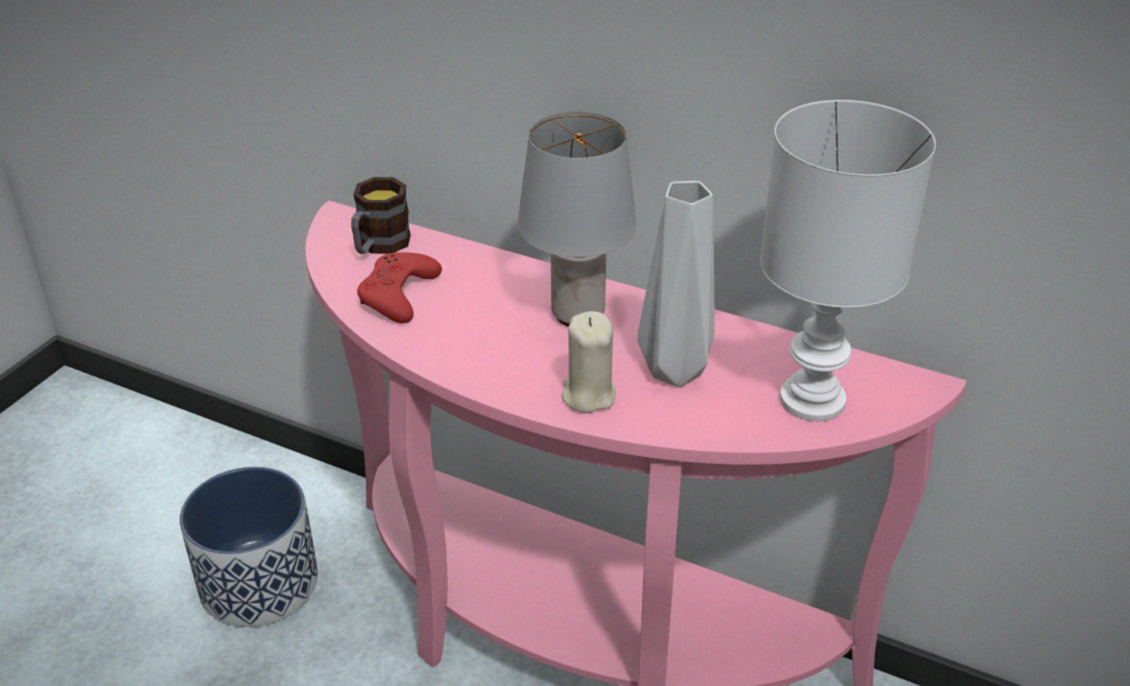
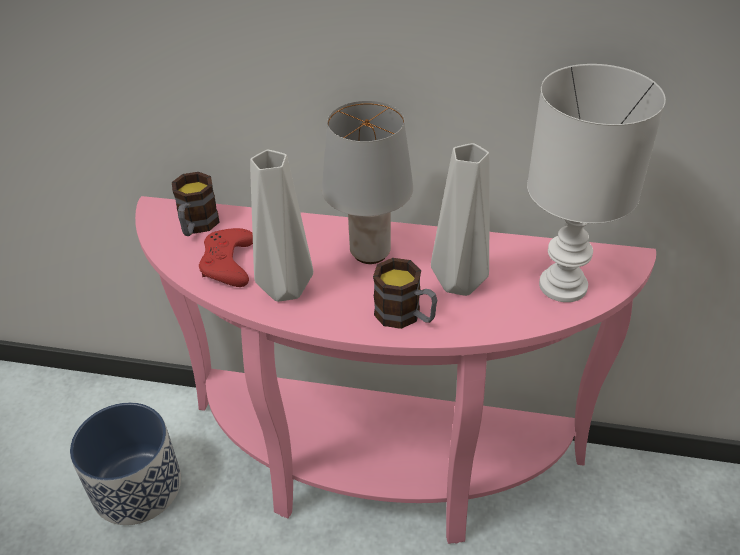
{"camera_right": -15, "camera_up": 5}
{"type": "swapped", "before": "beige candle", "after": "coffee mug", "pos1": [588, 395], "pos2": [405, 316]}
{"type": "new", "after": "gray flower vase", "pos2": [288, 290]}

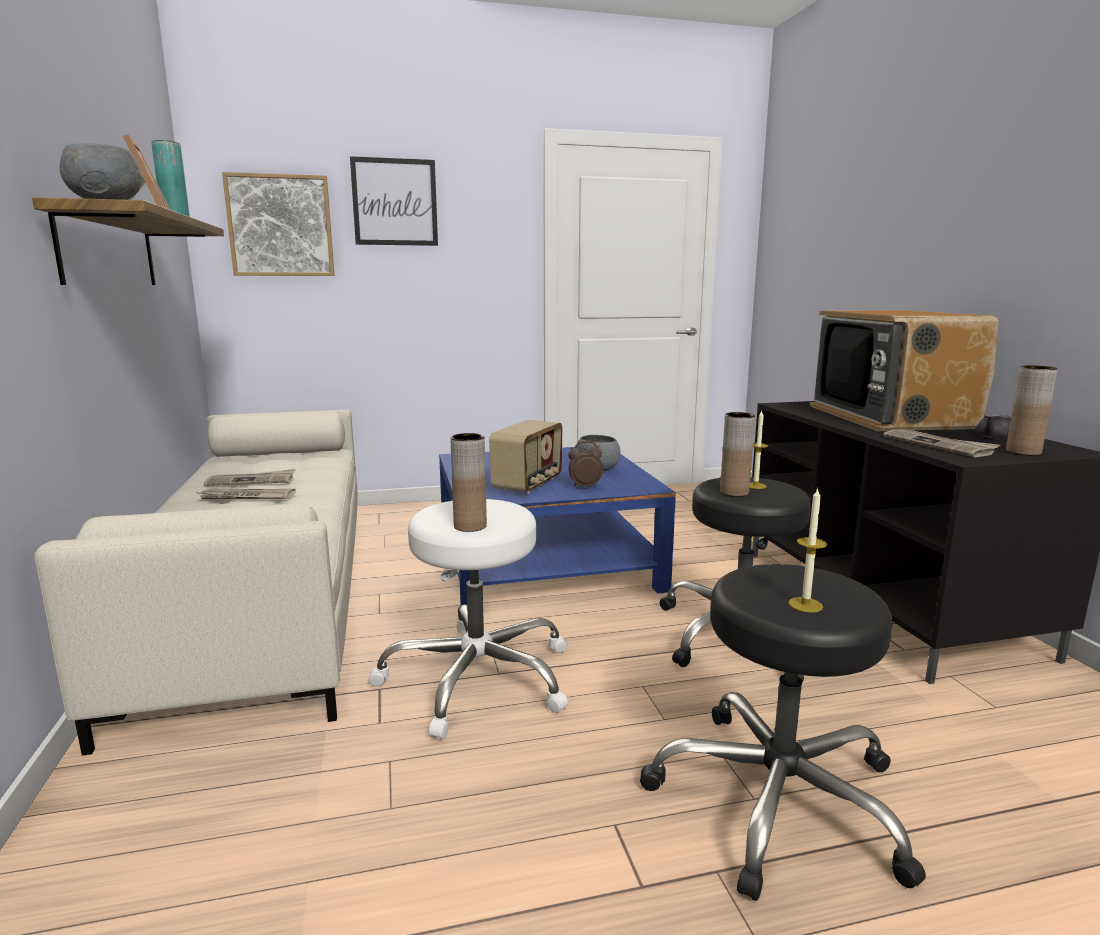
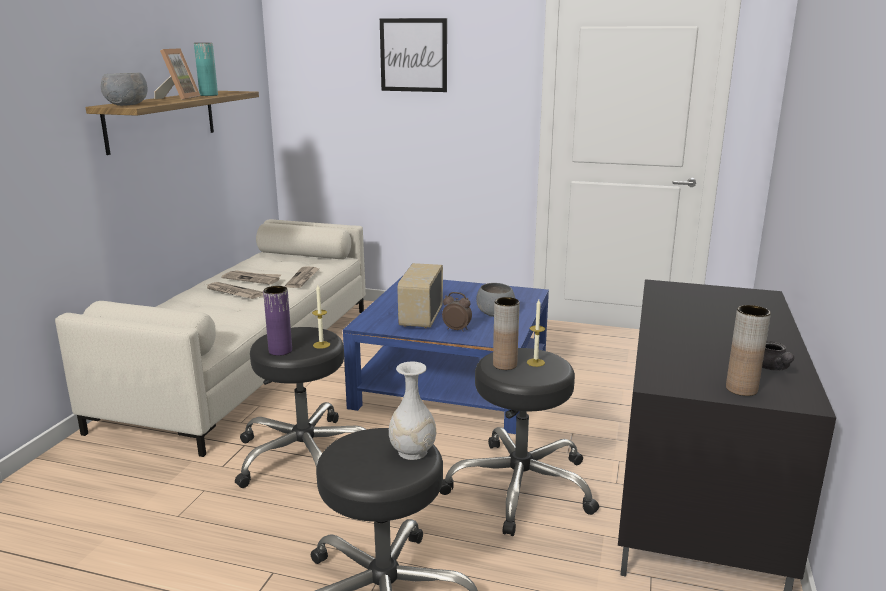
{"camera_right": 30, "camera_up": 5}
{"type": "gone", "before": "wall art", "pos1": [280, 226]}
{"type": "gone", "before": "television", "pos1": [889, 417]}
{"type": "rotated", "before": "radio receiver", "pos1": [528, 484], "pos2": [420, 318], "turn": 135}
{"type": "shifted", "before": "printed paper", "pos1": [939, 445], "pos2": [303, 279]}
{"type": "repainted", "before": "brownish flower vase", "after": "purple flower vase", "pos1": [470, 526], "pos2": [280, 351]}
{"type": "shifted", "before": "candle", "pos1": [805, 605], "pos2": [321, 345]}
{"type": "repainted", "before": "whitish sitting stool", "after": "blackish sitting stool", "pos1": [478, 677], "pos2": [305, 456]}
{"type": "new", "after": "whitish flower vase", "pos2": [412, 452]}

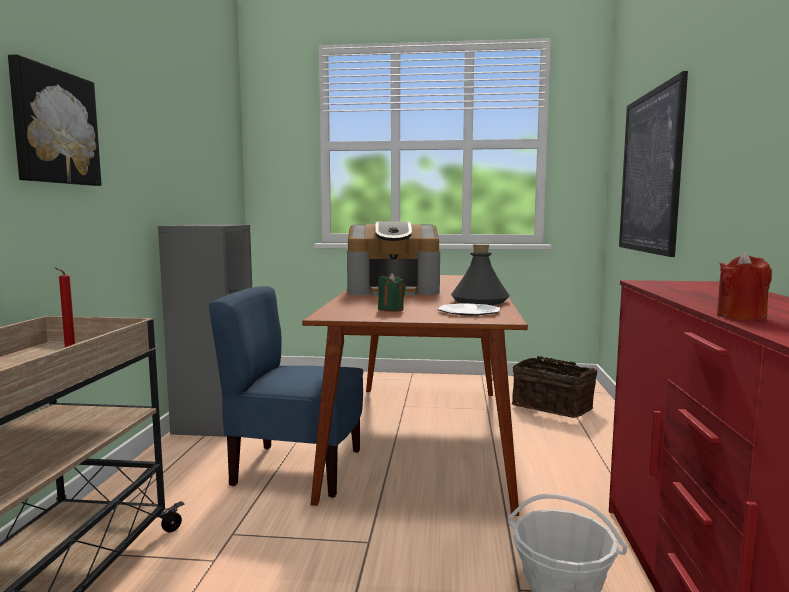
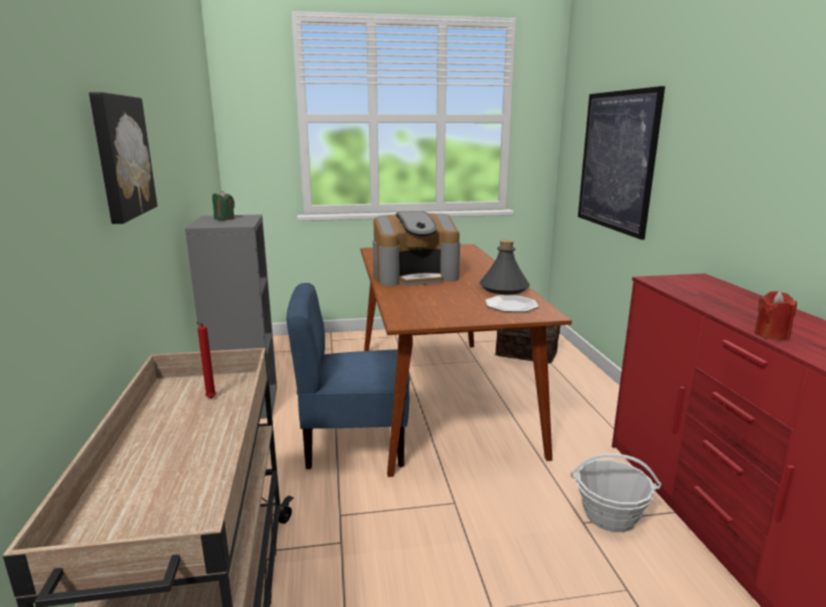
{"camera_right": -15, "camera_up": 10}
{"type": "shifted", "before": "green-coloured candle", "pos1": [391, 309], "pos2": [224, 218]}

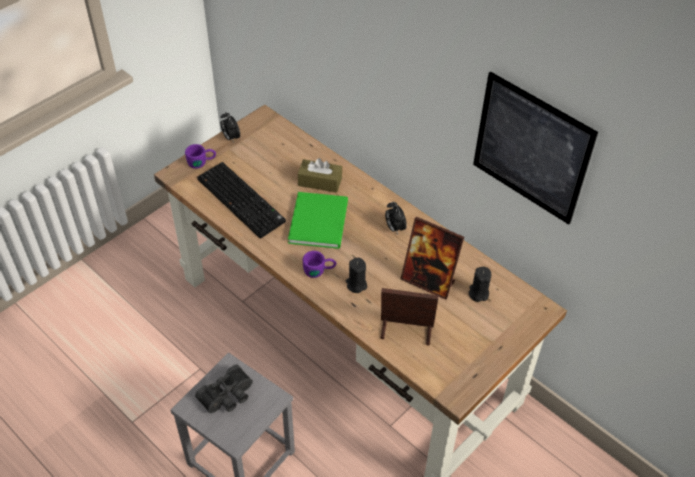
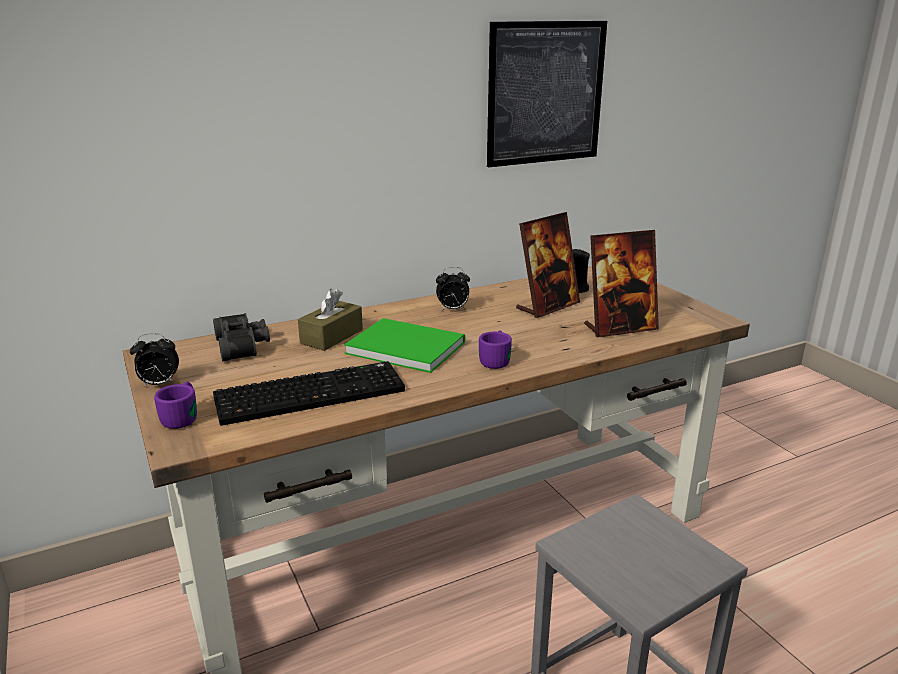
{"camera_right": -70, "camera_up": -25}
{"type": "gone", "before": "blackish candle", "pos1": [356, 284]}
{"type": "rotated", "before": "standing frame", "pos1": [406, 331], "pos2": [620, 328], "turn": -135}
{"type": "shifted", "before": "blackish binoculars", "pos1": [228, 396], "pos2": [243, 346]}

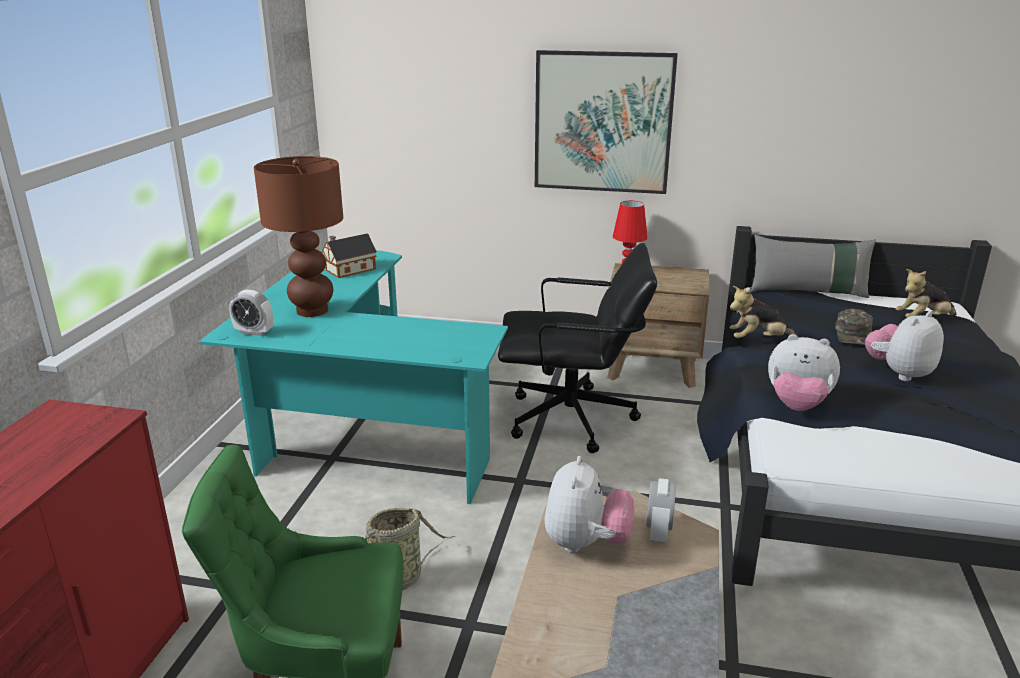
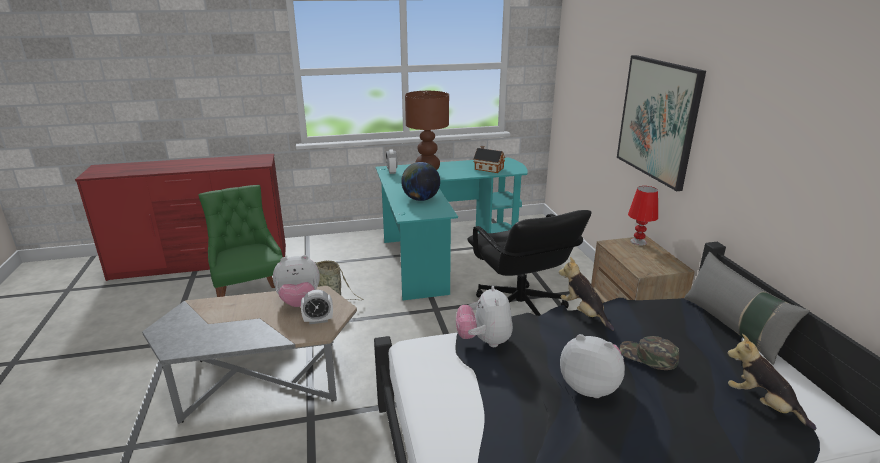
{"camera_right": 65, "camera_up": 0}
{"type": "rotated", "before": "green-coloured peaked cap", "pos1": [854, 334], "pos2": [648, 356], "turn": 45}
{"type": "new", "after": "desk globe", "pos2": [420, 199]}

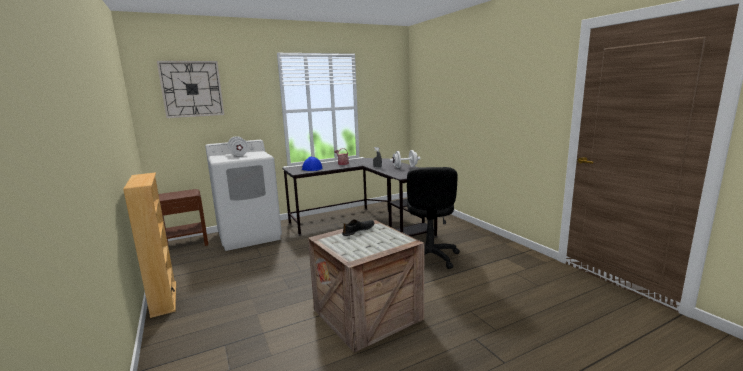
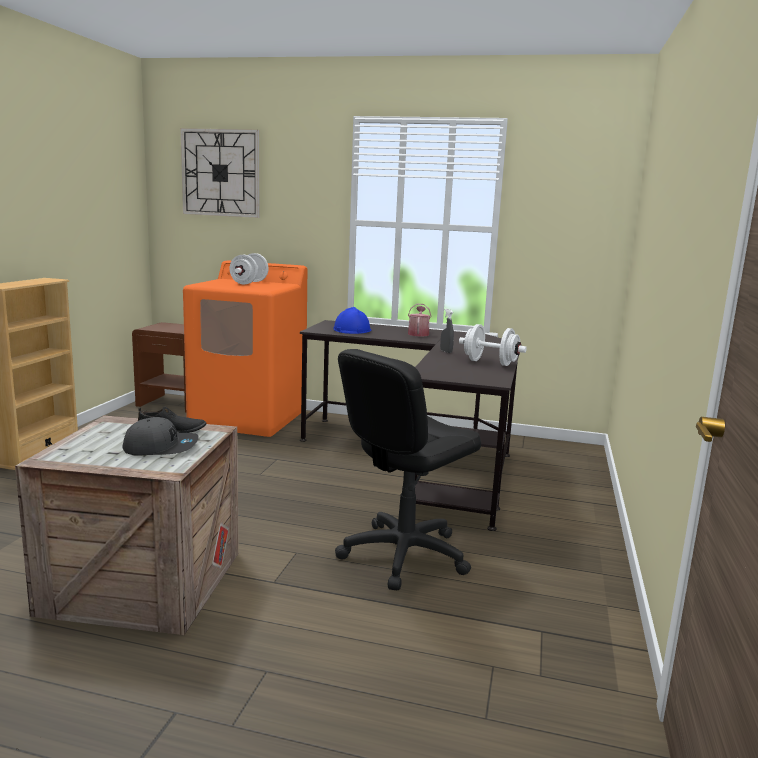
{"camera_right": 40, "camera_up": 0}
{"type": "repainted", "before": "whitish laundry appliance", "after": "orange laundry appliance", "pos1": [249, 236], "pos2": [249, 418]}
{"type": "new", "after": "gray peaked cap", "pos2": [161, 447]}

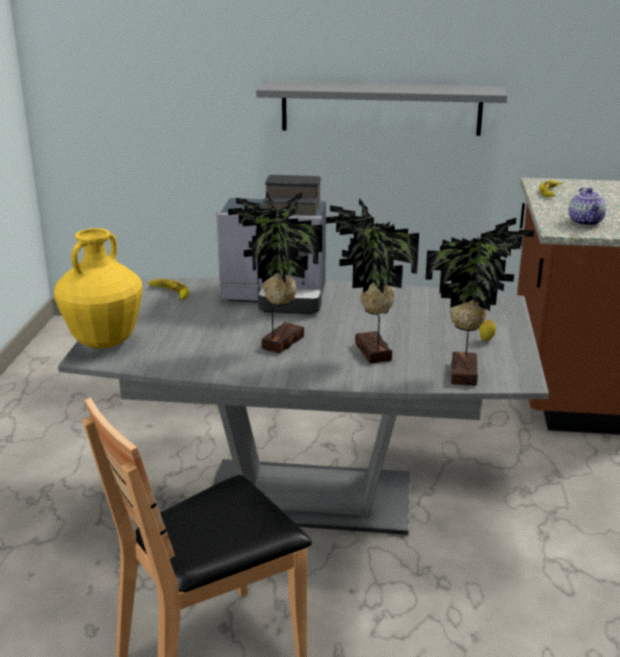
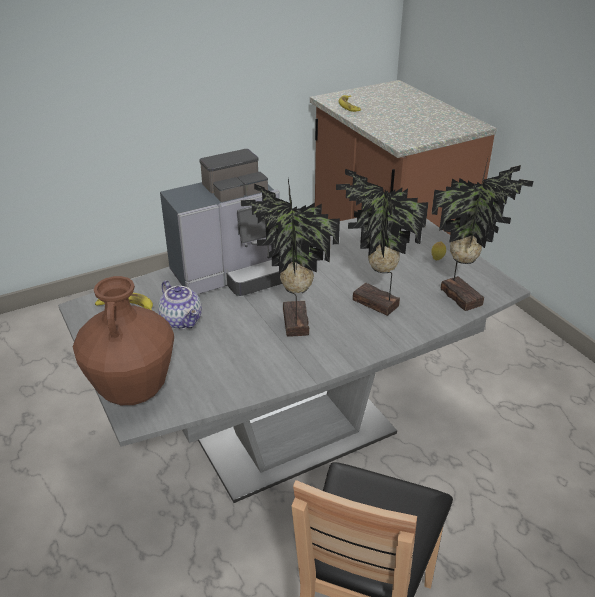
{"camera_right": -35, "camera_up": 10}
{"type": "gone", "before": "gray wall shelf", "pos1": [381, 108]}
{"type": "shifted", "before": "tea pot", "pos1": [586, 222], "pos2": [182, 321]}
{"type": "repainted", "before": "yellow-coloured flower vase", "after": "brownish flower vase", "pos1": [105, 342], "pos2": [133, 391]}

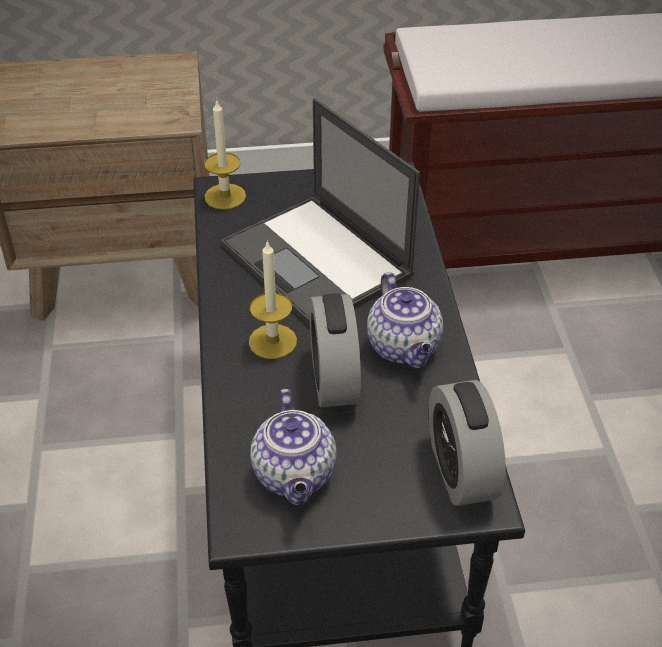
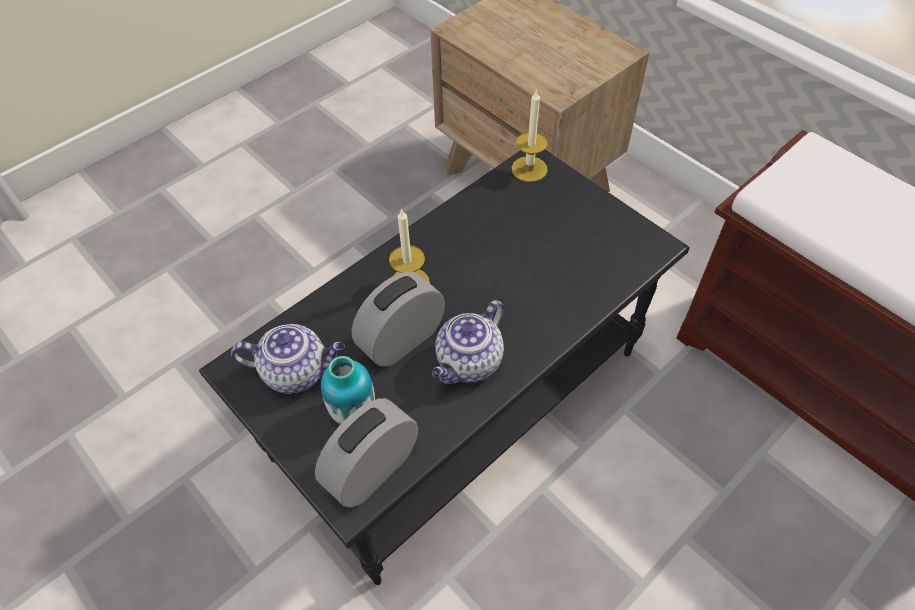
{"camera_right": 55, "camera_up": 10}
{"type": "gone", "before": "laptop", "pos1": [318, 261]}
{"type": "rotated", "before": "tea pot", "pos1": [295, 476], "pos2": [297, 371], "turn": -135}
{"type": "new", "after": "flower vase", "pos2": [353, 412]}

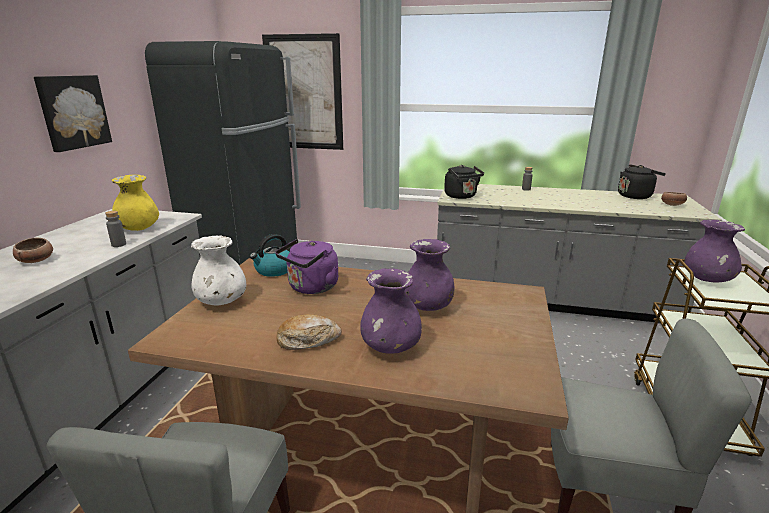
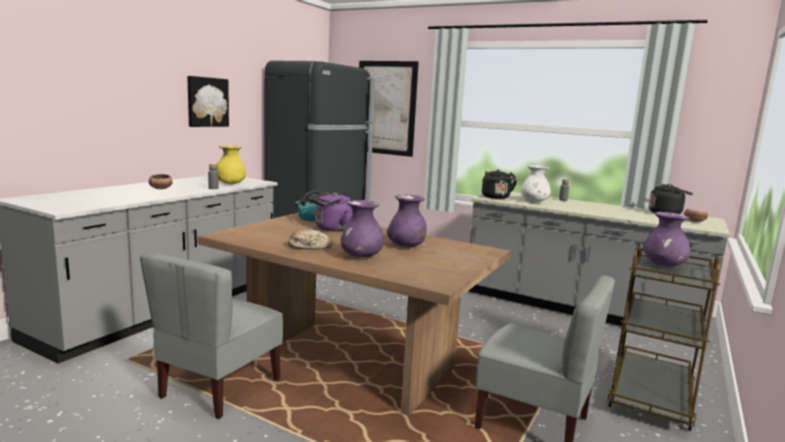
{"camera_right": 15, "camera_up": -10}
{"type": "shifted", "before": "whitish flower vase", "pos1": [222, 302], "pos2": [534, 201]}

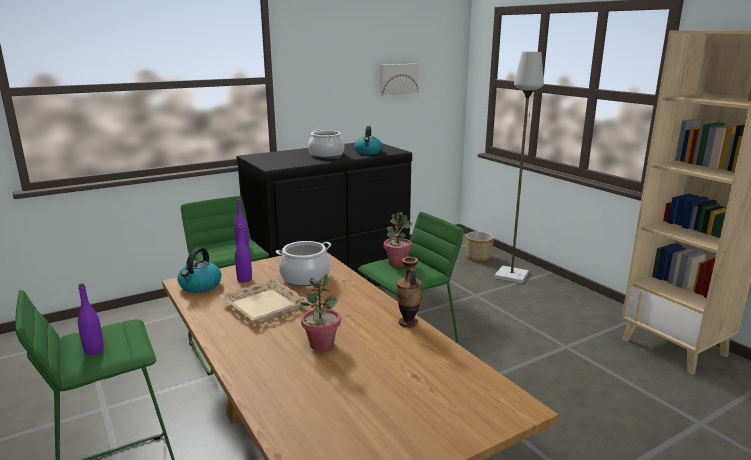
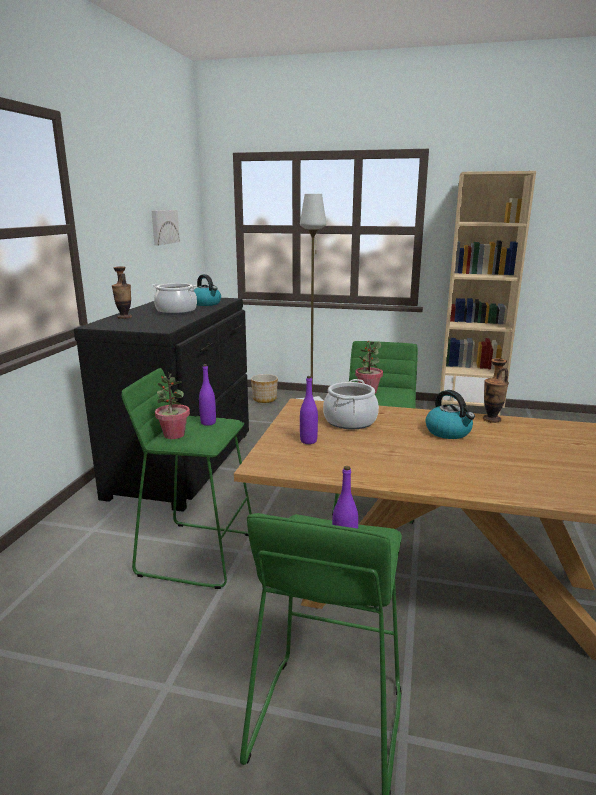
{"camera_right": -45, "camera_up": 0}
{"type": "shifted", "before": "tea kettle", "pos1": [200, 286], "pos2": [449, 432]}
{"type": "shifted", "before": "potted plant", "pos1": [321, 345], "pos2": [174, 435]}
{"type": "gone", "before": "beige serving tray", "pos1": [264, 306]}
{"type": "new", "after": "flower vase", "pos2": [124, 317]}

